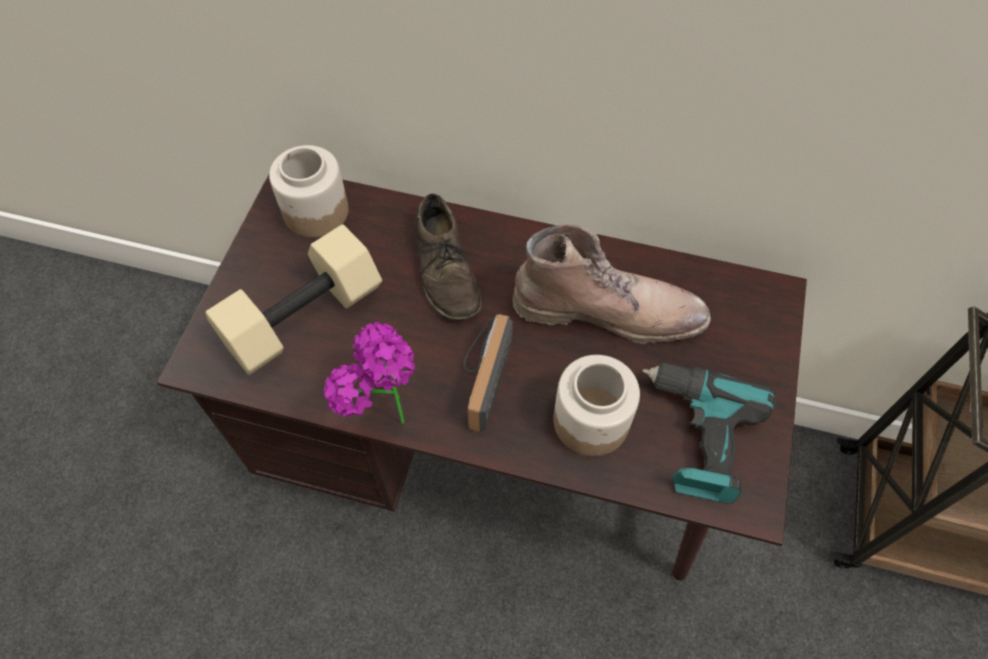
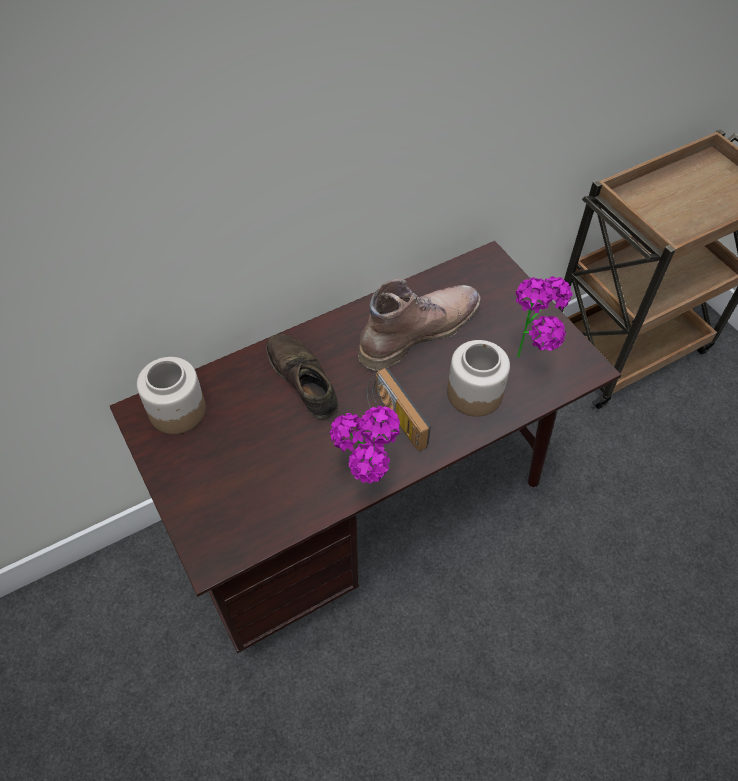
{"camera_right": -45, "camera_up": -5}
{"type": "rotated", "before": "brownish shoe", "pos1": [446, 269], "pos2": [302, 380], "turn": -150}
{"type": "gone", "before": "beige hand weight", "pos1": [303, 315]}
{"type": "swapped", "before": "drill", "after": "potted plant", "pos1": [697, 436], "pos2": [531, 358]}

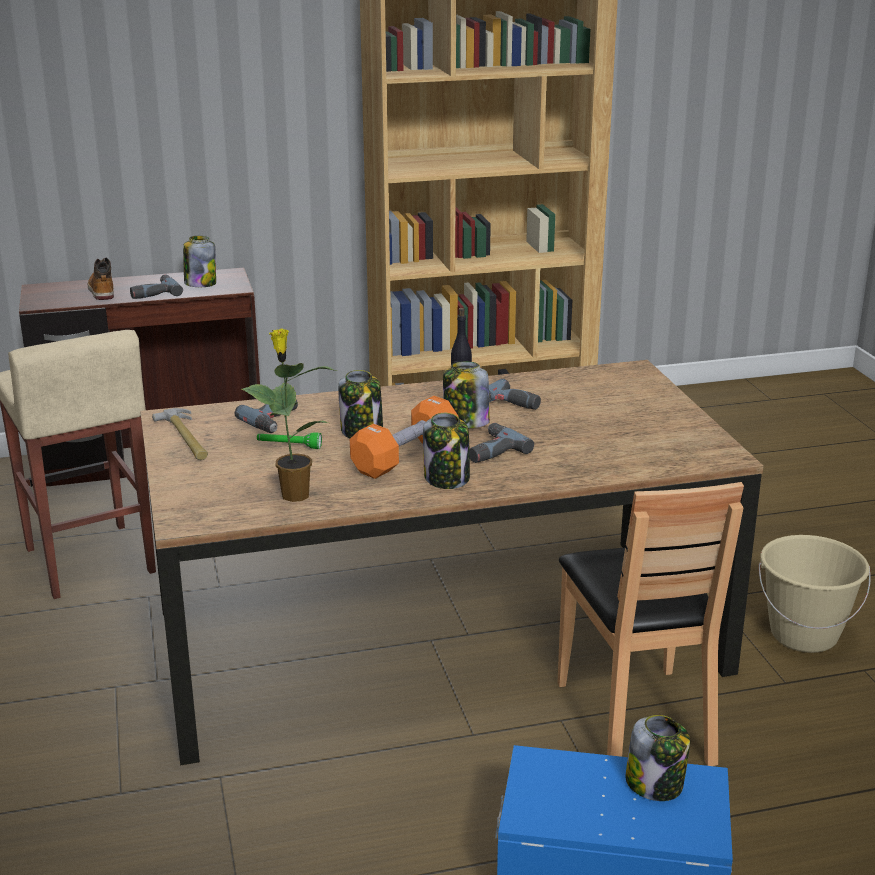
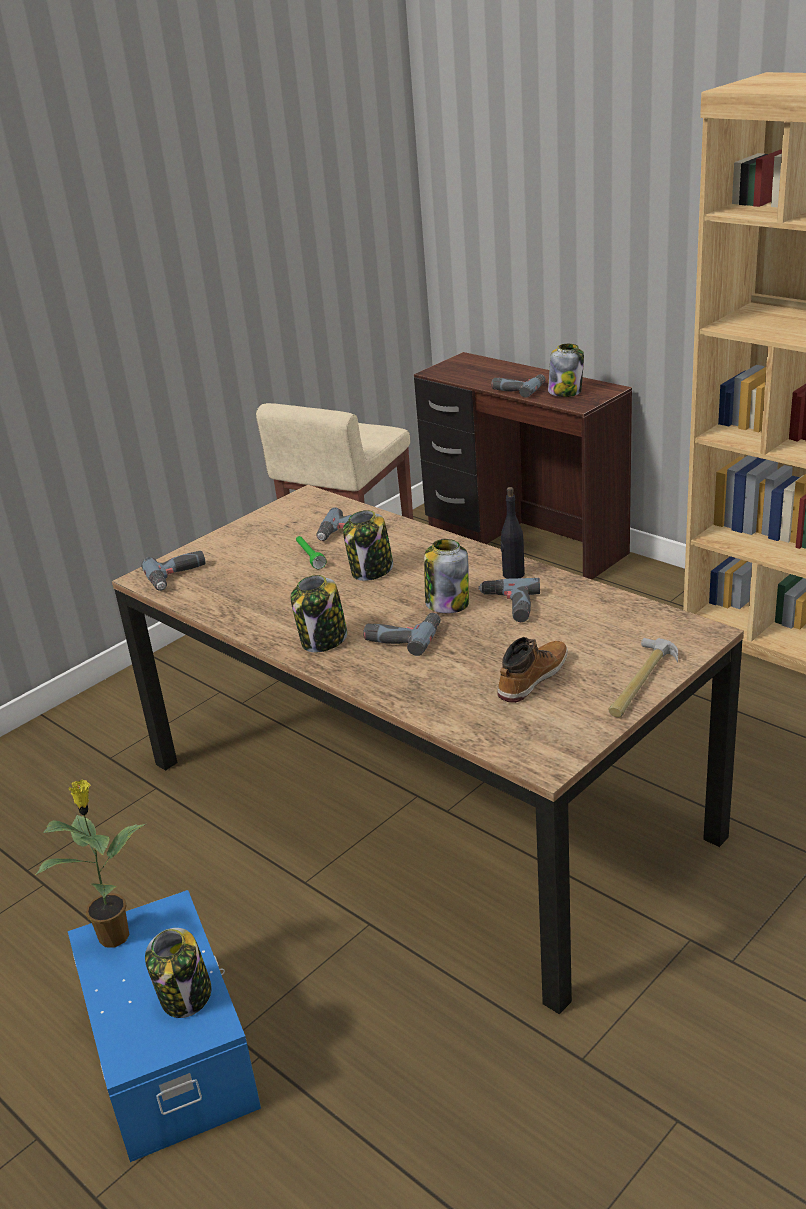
{"camera_right": 60, "camera_up": 5}
{"type": "shifted", "before": "boot", "pos1": [101, 291], "pos2": [532, 678]}
{"type": "shifted", "before": "potted plant", "pos1": [293, 494], "pos2": [115, 934]}
{"type": "gone", "before": "orange hand weight", "pos1": [405, 457]}
{"type": "shifted", "before": "hand hammer", "pos1": [185, 438], "pos2": [640, 681]}
{"type": "gone", "before": "brownish chair", "pos1": [636, 720]}
{"type": "gone", "before": "beige water bucket", "pos1": [804, 635]}
{"type": "new", "after": "drill", "pos2": [178, 576]}

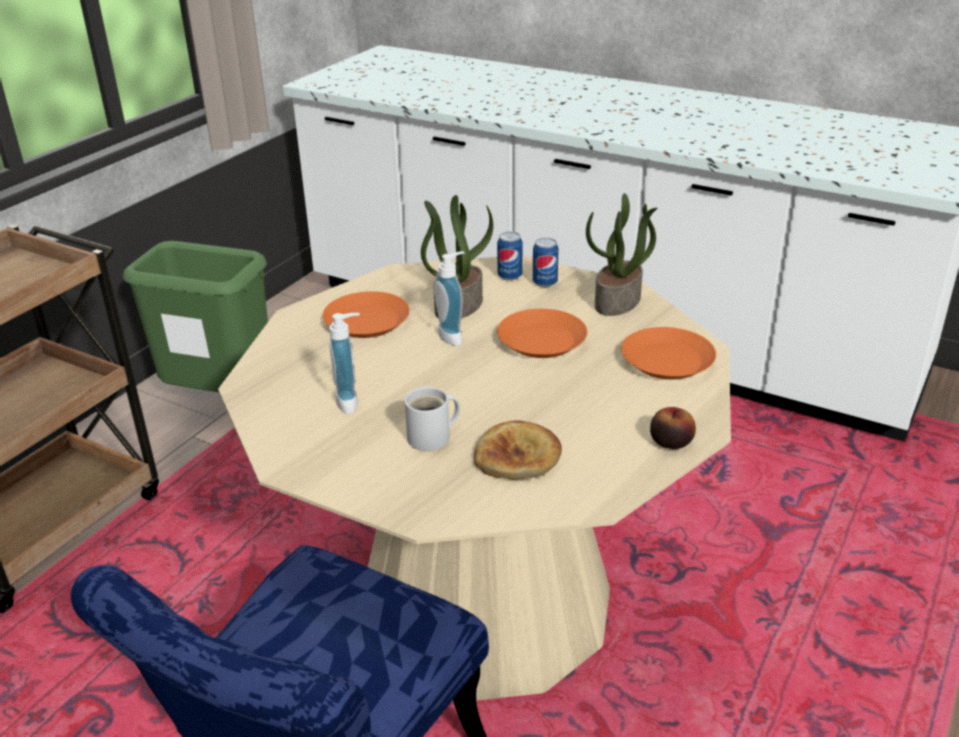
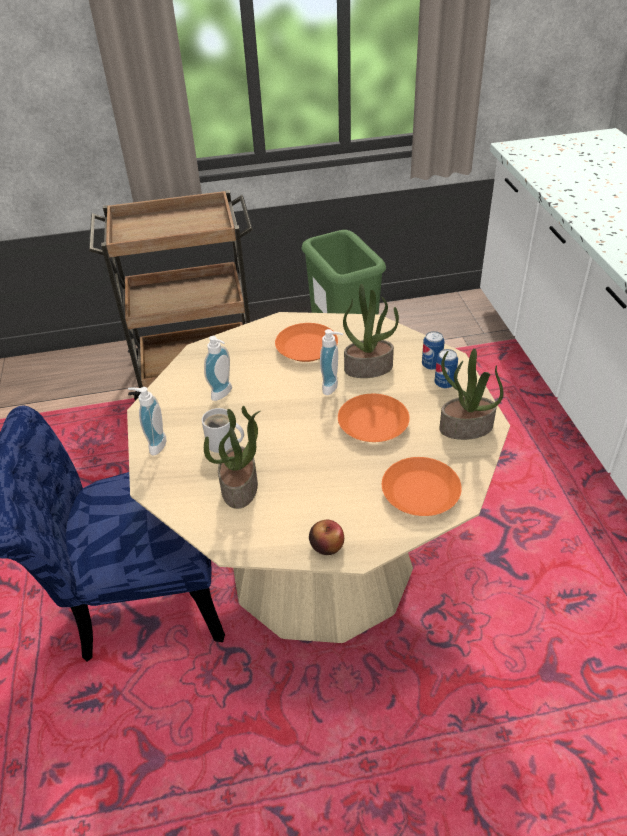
{"camera_right": 50, "camera_up": 10}
{"type": "swapped", "before": "bakery bread", "after": "potted plant", "pos1": [518, 456], "pos2": [240, 487]}
{"type": "new", "after": "soap bottle", "pos2": [154, 444]}

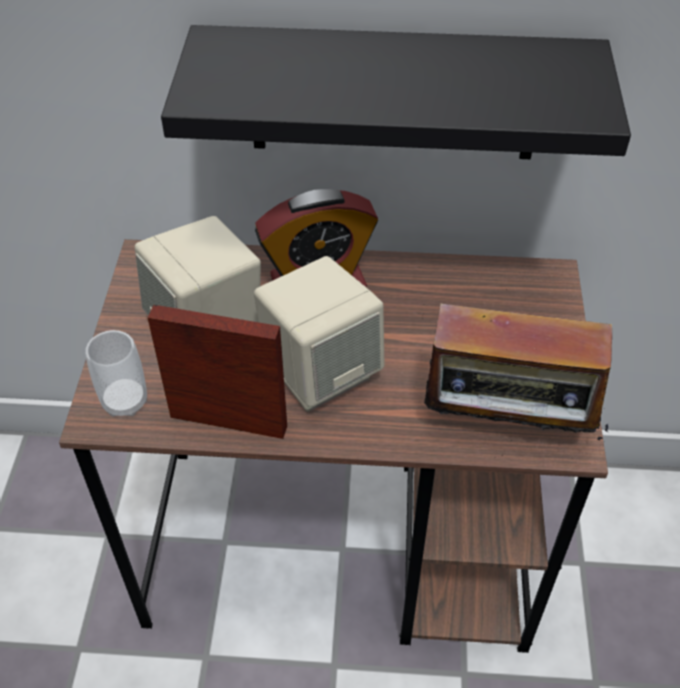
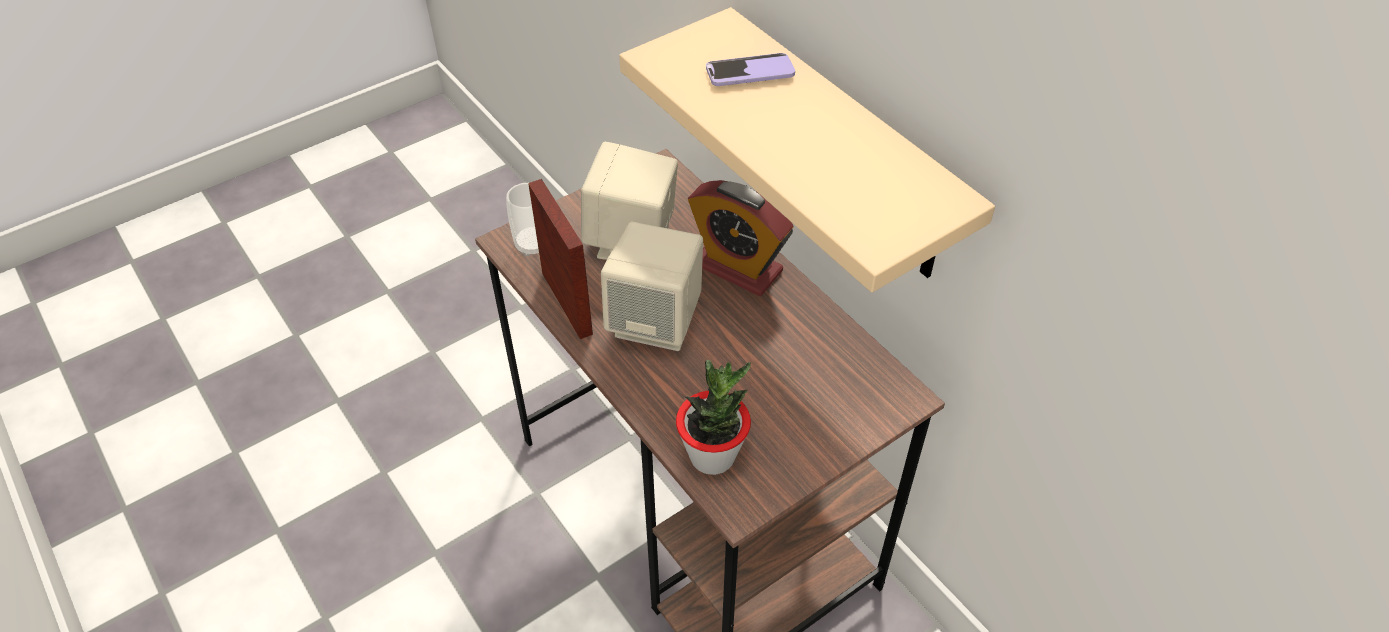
{"camera_right": 50, "camera_up": 0}
{"type": "repainted", "before": "blackish wall shelf", "after": "beige wall shelf", "pos1": [394, 94], "pos2": [843, 149]}
{"type": "swapped", "before": "radio receiver", "after": "potted plant", "pos1": [506, 428], "pos2": [713, 456]}
{"type": "new", "after": "telephone", "pos2": [750, 72]}

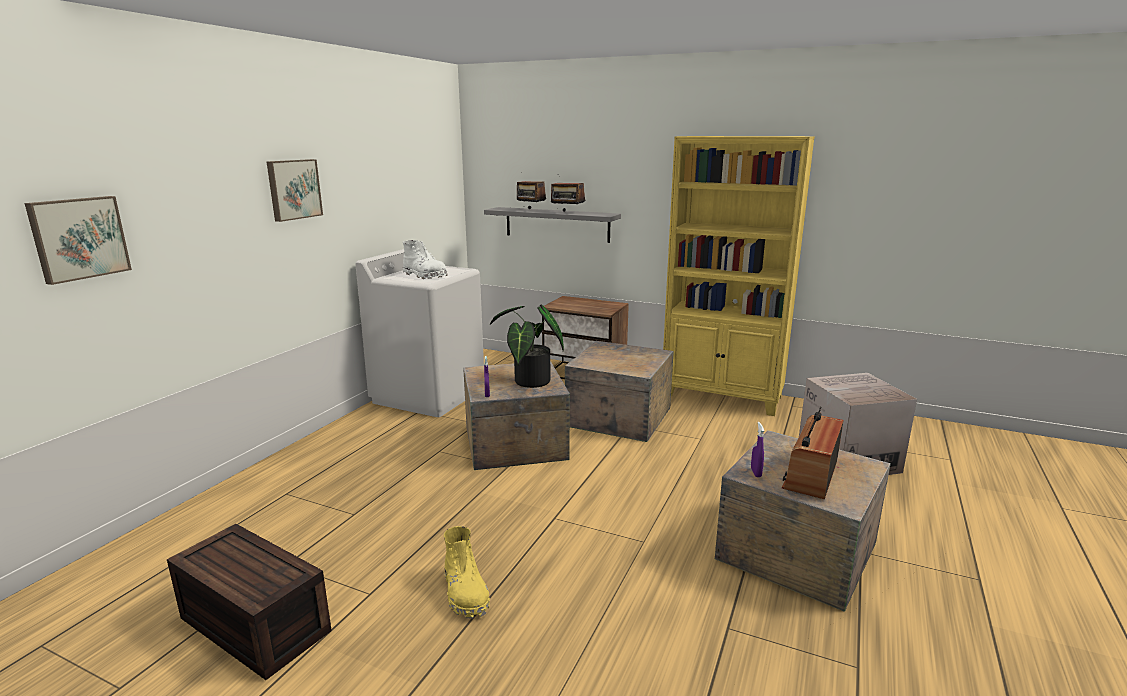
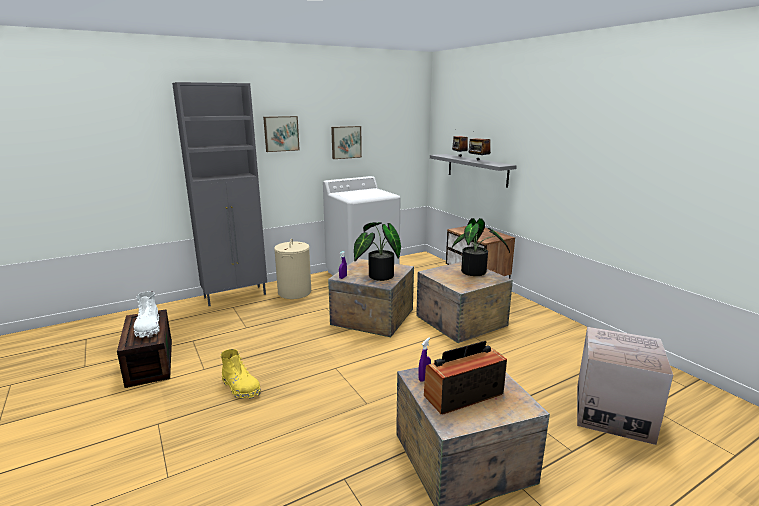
{"camera_right": 35, "camera_up": 0}
{"type": "gone", "before": "yellow-coloured shelving unit", "pos1": [723, 397]}
{"type": "shifted", "before": "wall art", "pos1": [78, 238], "pos2": [346, 142]}
{"type": "shifted", "before": "whitish boot", "pos1": [425, 275], "pos2": [148, 328]}
{"type": "rotated", "before": "yellow-coloured boot", "pos1": [465, 593], "pos2": [241, 388], "turn": -60}
{"type": "new", "after": "gray storage cabinet", "pos2": [236, 296]}
{"type": "new", "after": "potted plant", "pos2": [476, 273]}
{"type": "new", "after": "beige hamper", "pos2": [294, 292]}

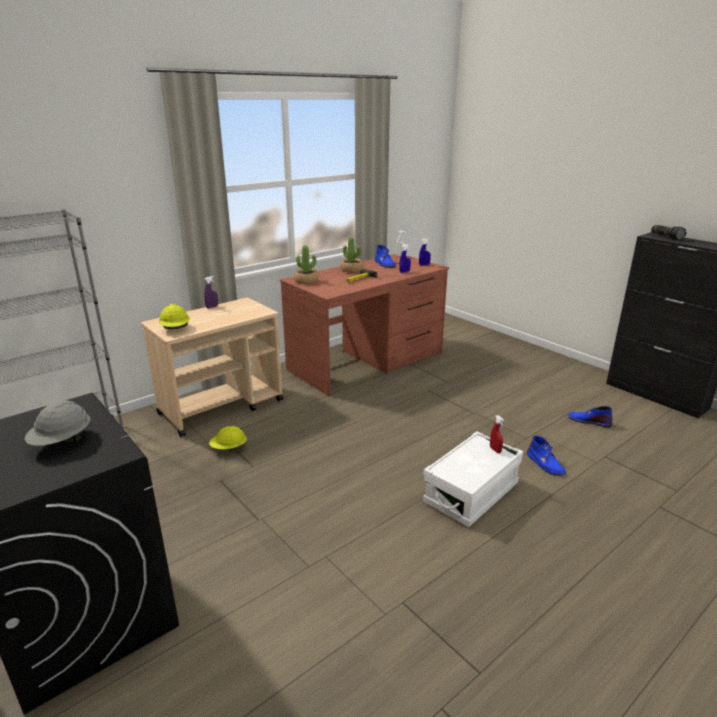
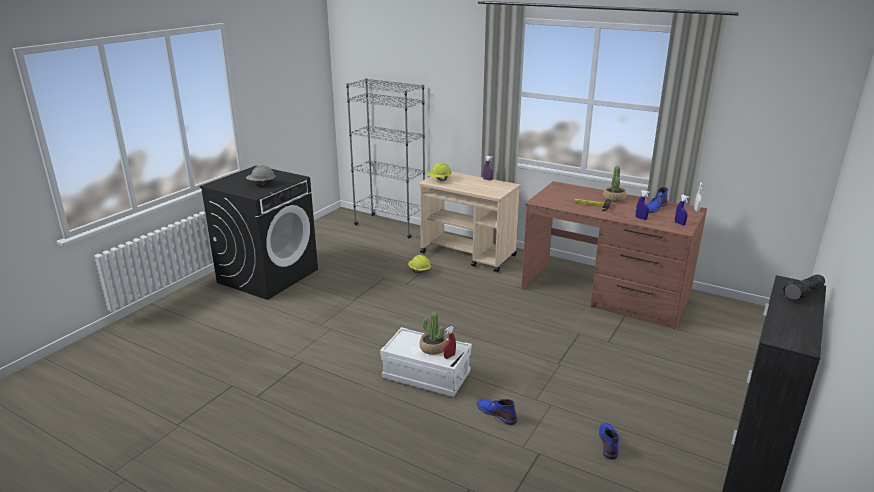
{"camera_right": 70, "camera_up": 0}
{"type": "shifted", "before": "potted plant", "pos1": [306, 281], "pos2": [433, 348]}
{"type": "rotated", "before": "bluish boot", "pos1": [545, 464], "pos2": [496, 413], "turn": 90}

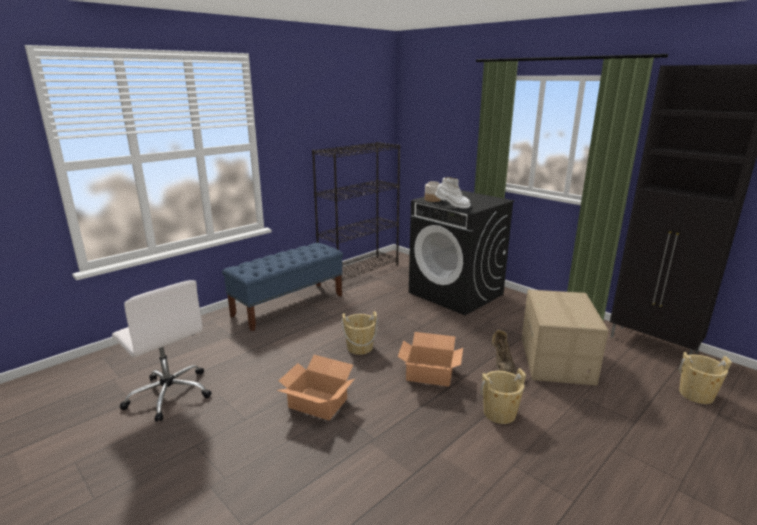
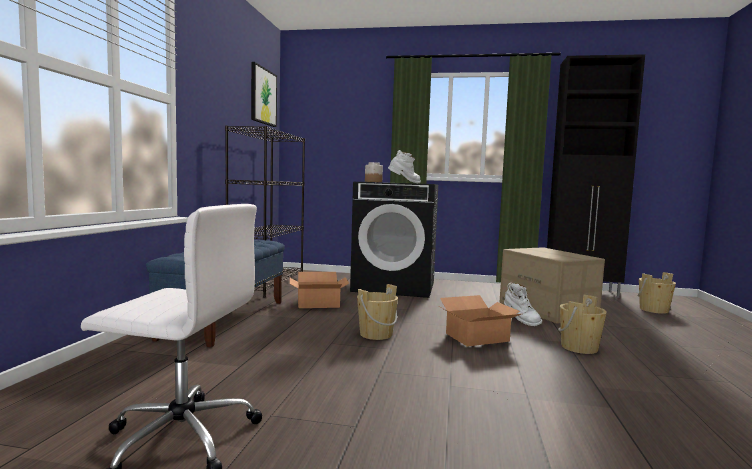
{"camera_right": -35, "camera_up": -15}
{"type": "repainted", "before": "brownish boot", "after": "whitish boot", "pos1": [502, 366], "pos2": [520, 320]}
{"type": "shifted", "before": "packing box", "pos1": [317, 402], "pos2": [317, 303]}
{"type": "new", "after": "wall art", "pos2": [263, 96]}

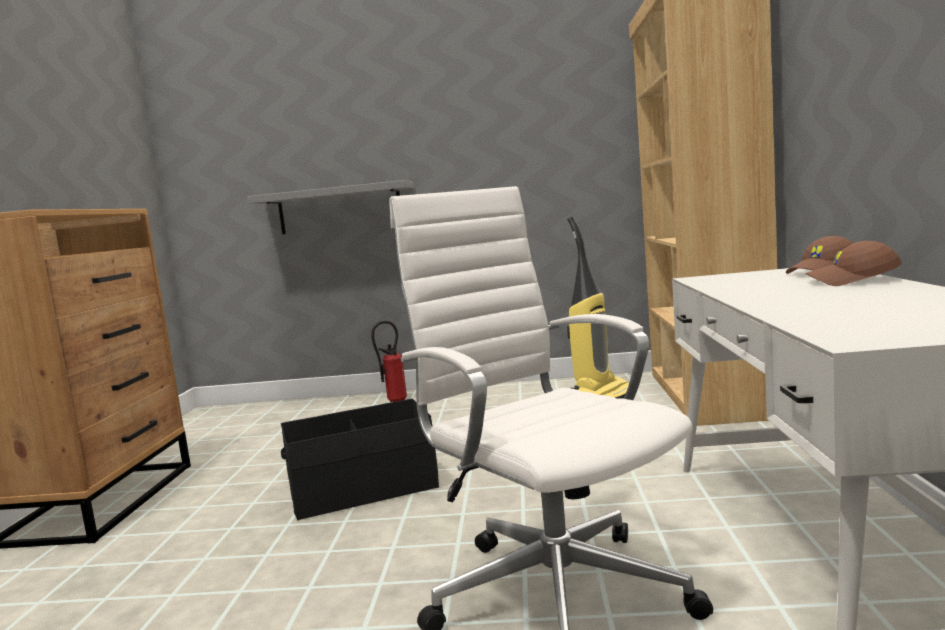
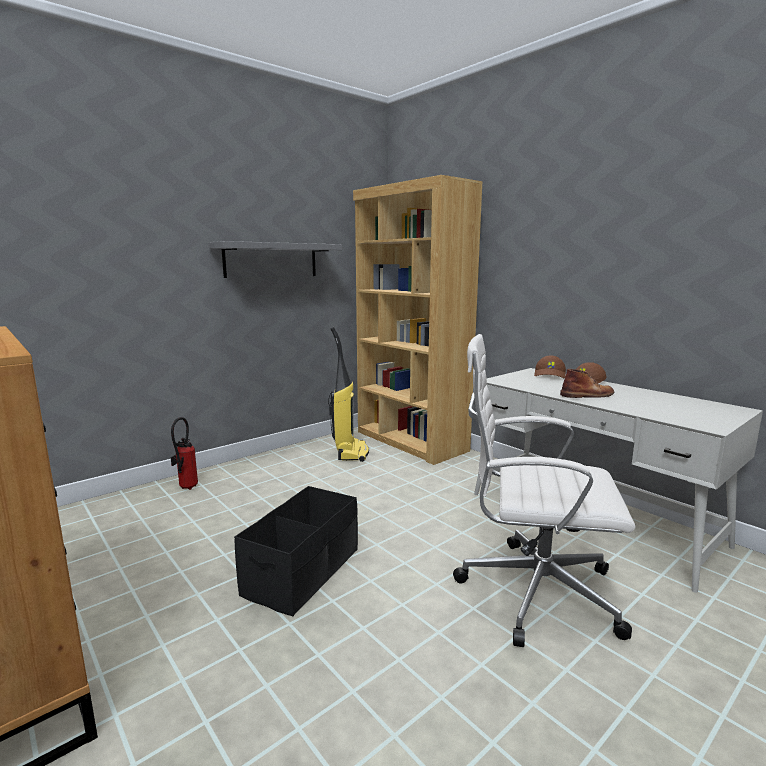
{"camera_right": -45, "camera_up": 5}
{"type": "shifted", "before": "gray wall shelf", "pos1": [339, 208], "pos2": [271, 260]}
{"type": "new", "after": "brownish boot", "pos2": [588, 395]}

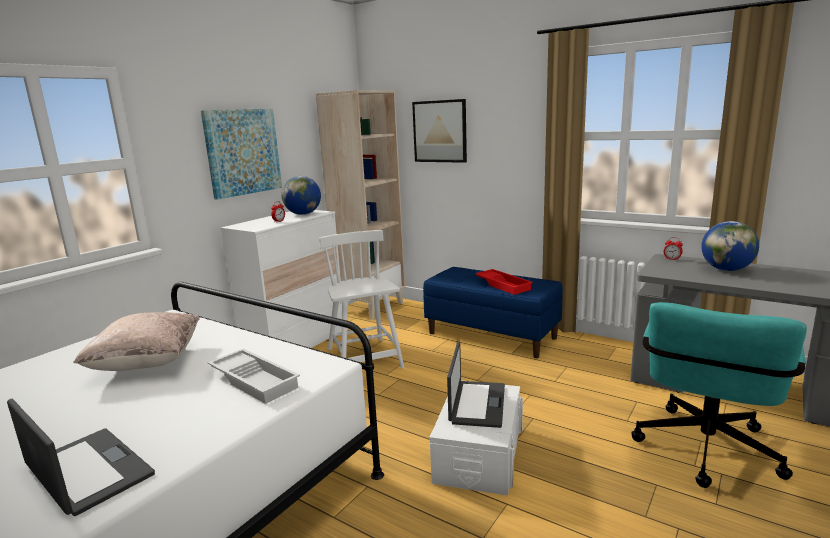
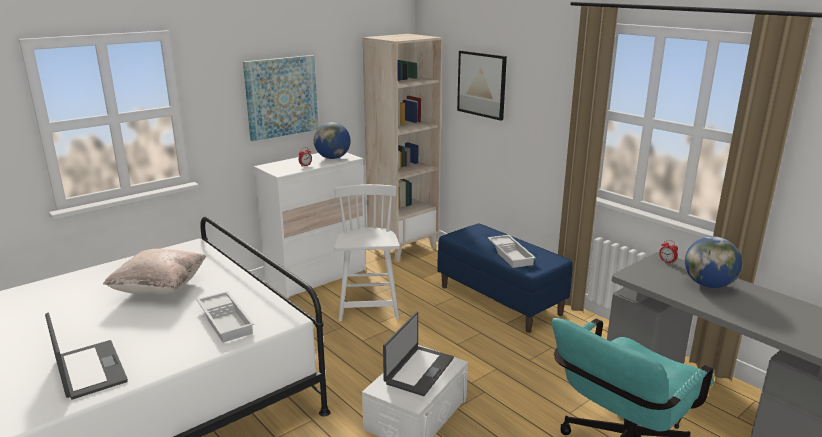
{"camera_right": 15, "camera_up": 5}
{"type": "repainted", "before": "reddish serving tray", "after": "whitish serving tray", "pos1": [504, 285], "pos2": [511, 254]}

